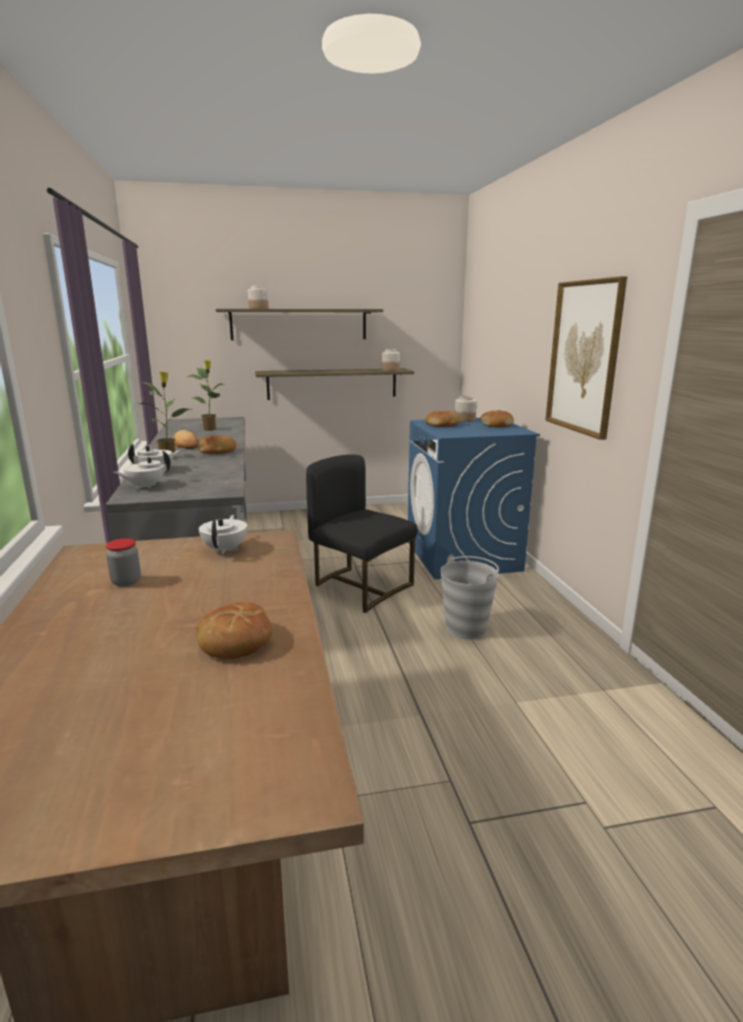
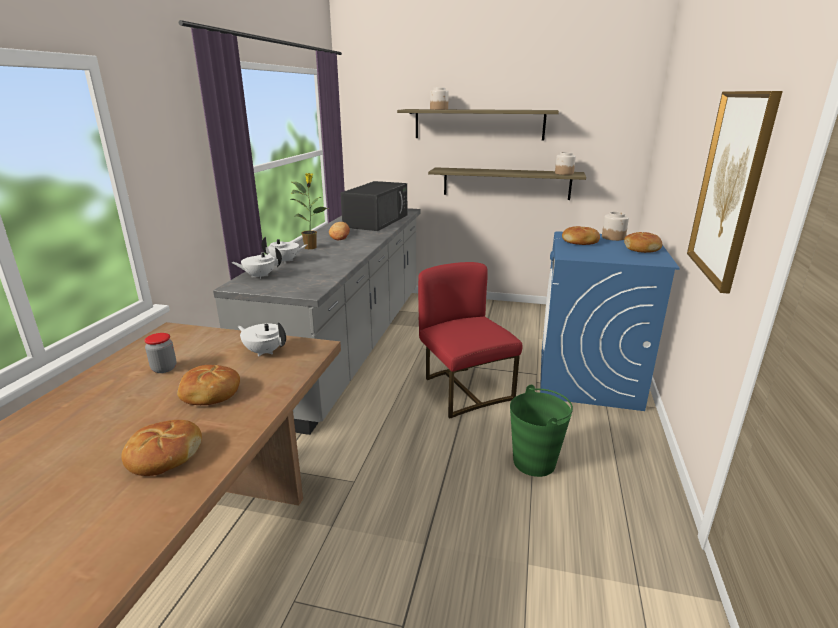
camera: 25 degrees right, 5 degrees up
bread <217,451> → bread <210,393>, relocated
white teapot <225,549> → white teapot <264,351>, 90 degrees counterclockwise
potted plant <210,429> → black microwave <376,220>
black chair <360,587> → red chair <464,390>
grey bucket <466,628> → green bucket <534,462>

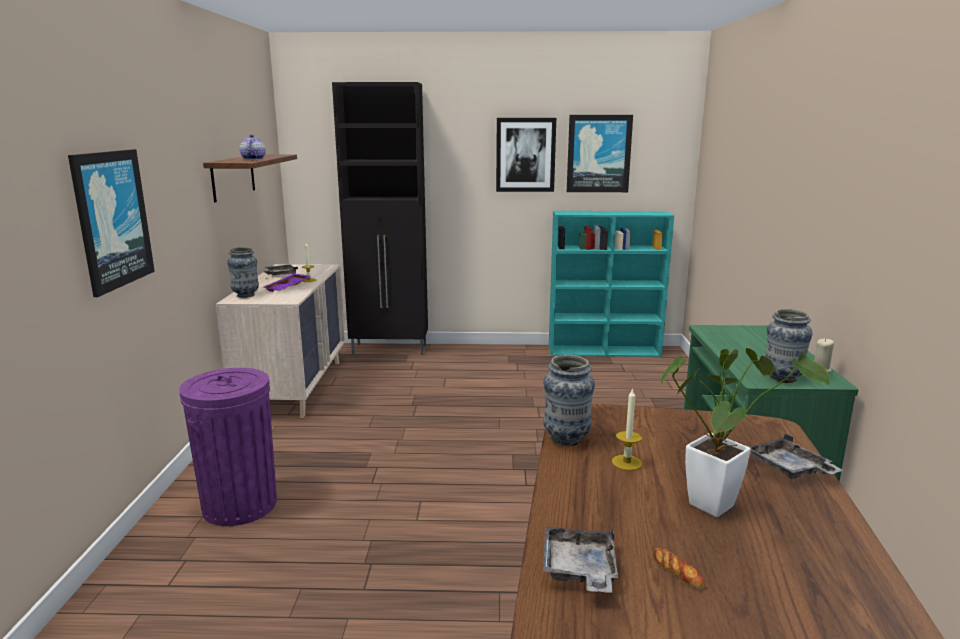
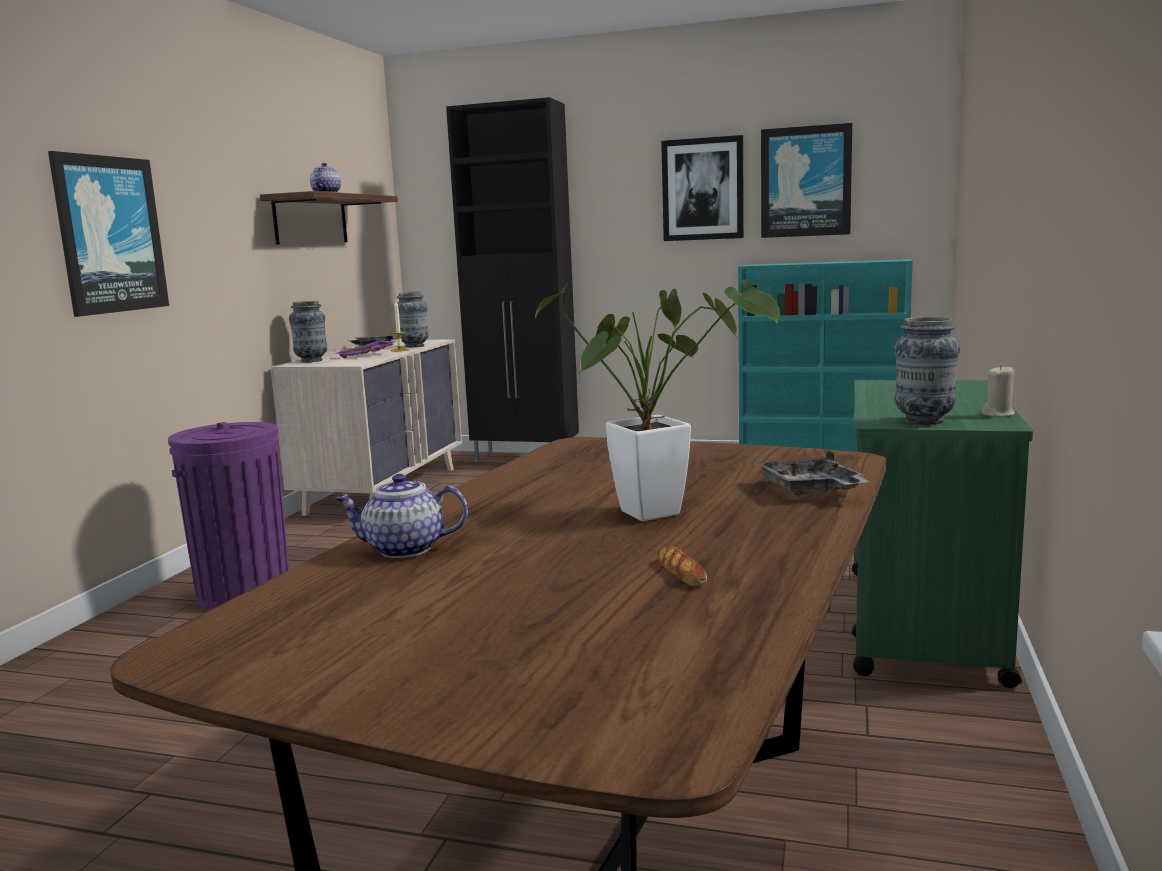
camera: 15 degrees right, 5 degrees down
grey tray <579,569> → teapot <403,549>
vase <566,439> → vase <414,346>, relocated
bread <677,572> → bread <681,573>, relocated
candle <627,462> → -

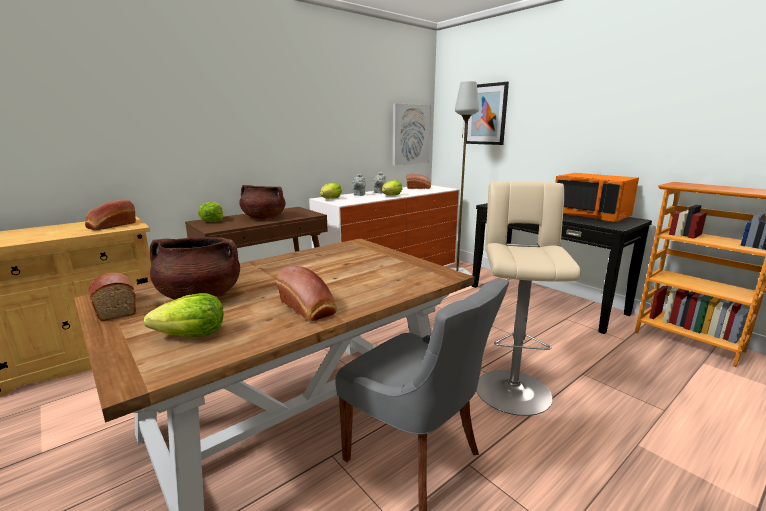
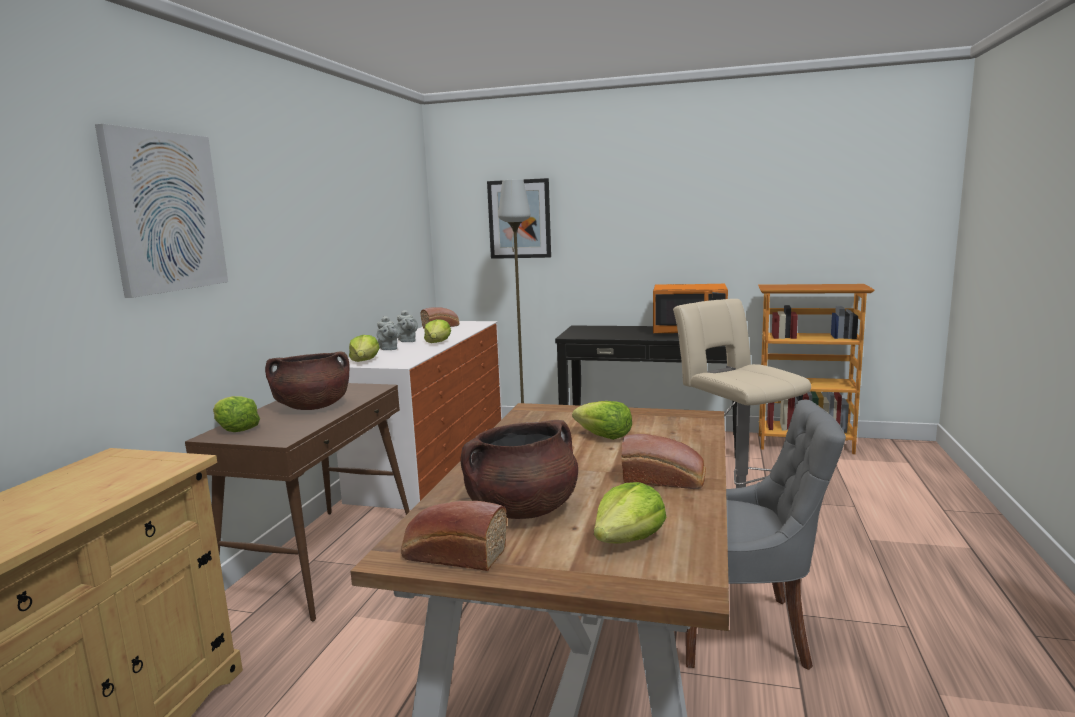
camera: 35 degrees left, 5 degrees down
picture <410,134> → picture <165,212>, relocated
- → lettuce <604,436>
bread <111,225> → -

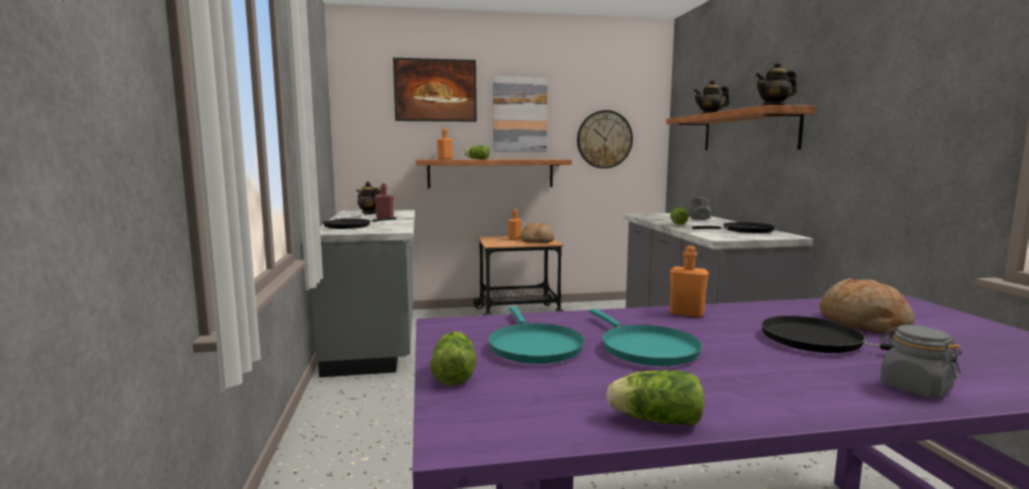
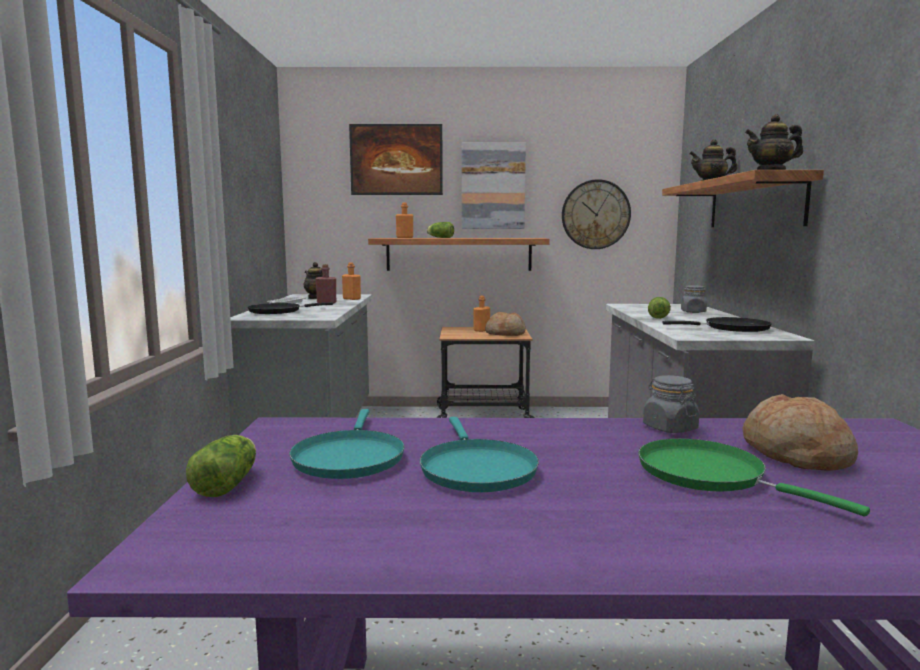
camera: 10 degrees right, 0 degrees up
orange bottle <686,313> → orange bottle <351,299>, relocated
black frying pan <819,342> → green frying pan <709,475>
grey jar <914,388> → grey jar <669,428>, relocated
lettuce <653,420> → -

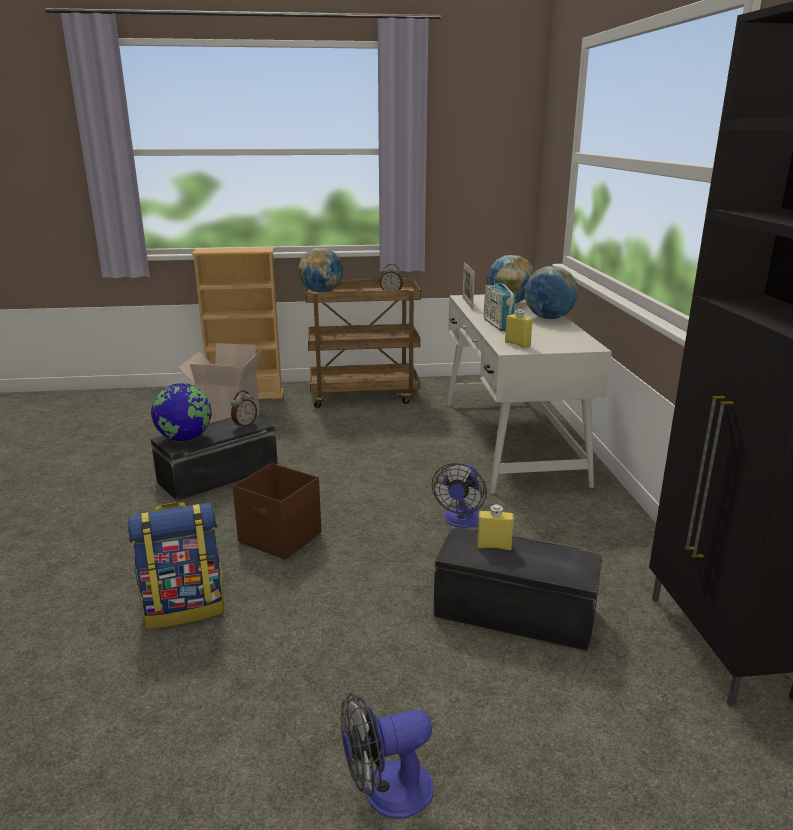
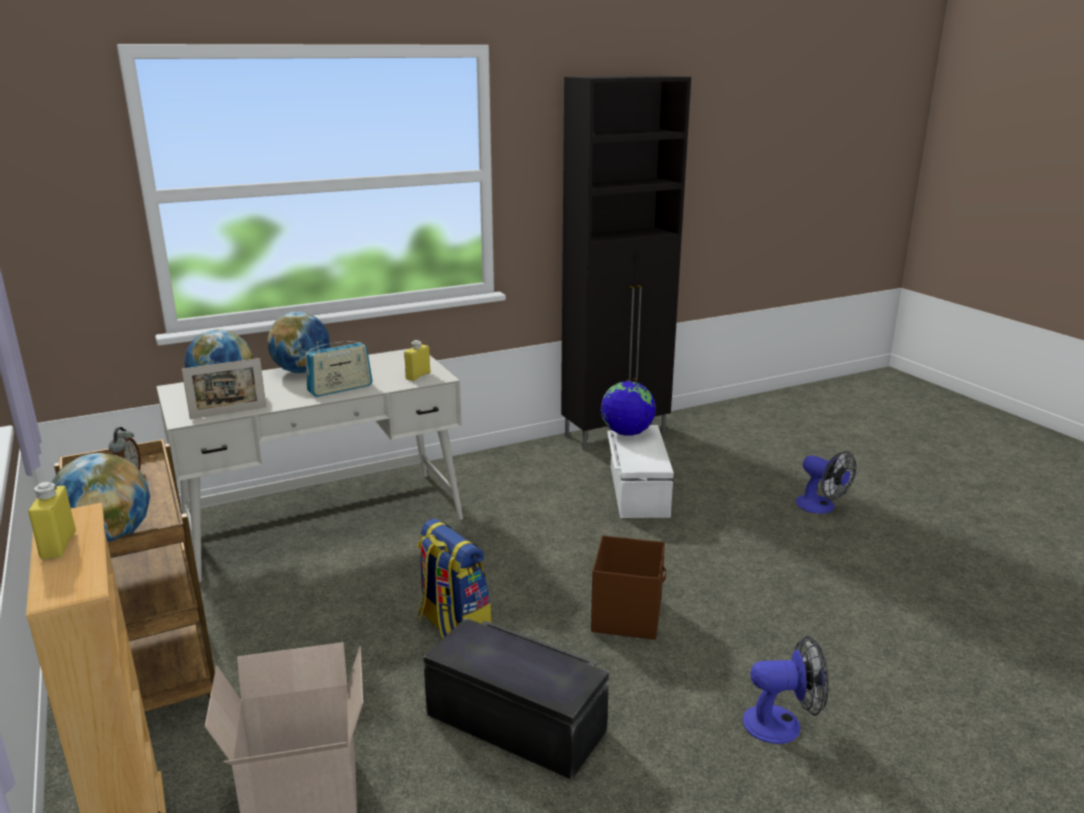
camera: 110 degrees left, 0 degrees up
yellow bottle <494,546> → yellow bottle <58,545>, relocated
backpack <185,607> → backpack <453,626>, relocated
globe <185,438> → globe <626,433>, relocated
black storage box <515,611> → white storage box <637,490>
fan <461,521> → fan <782,724>, relocated
alarm clock <244,425> → -

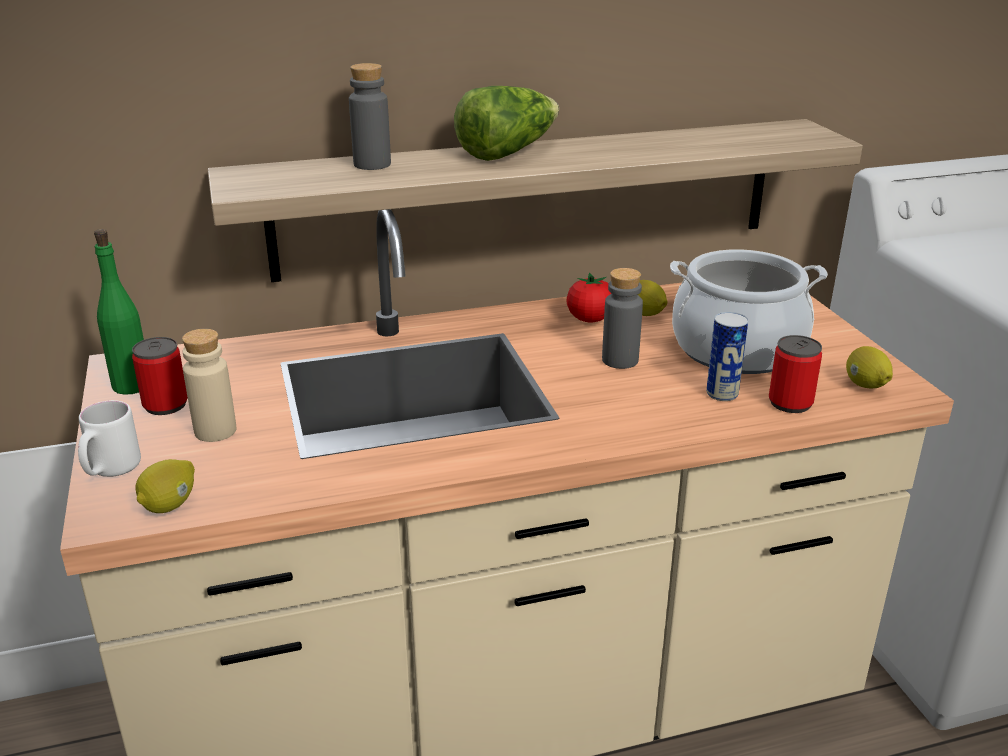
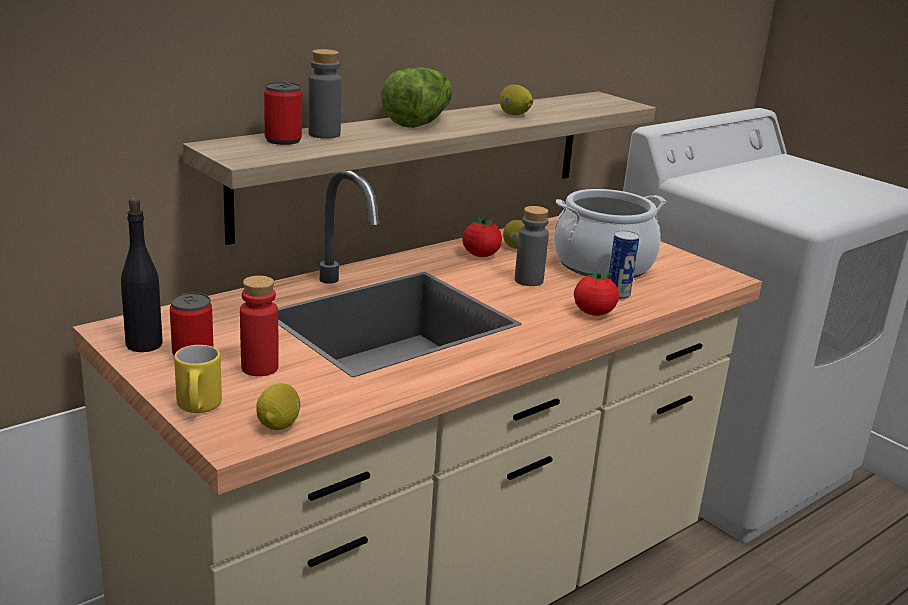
camera: 25 degrees left, 5 degrees down
green bottle <132,385> → black bottle <144,344>
white mug <110,471> → yellow mug <198,408>
beige bottle <215,431> → red bottle <259,368>
can <790,403> → can <283,140>, relocated
lemon <865,386> → lemon <514,115>, relocated
- → tomato <593,313>

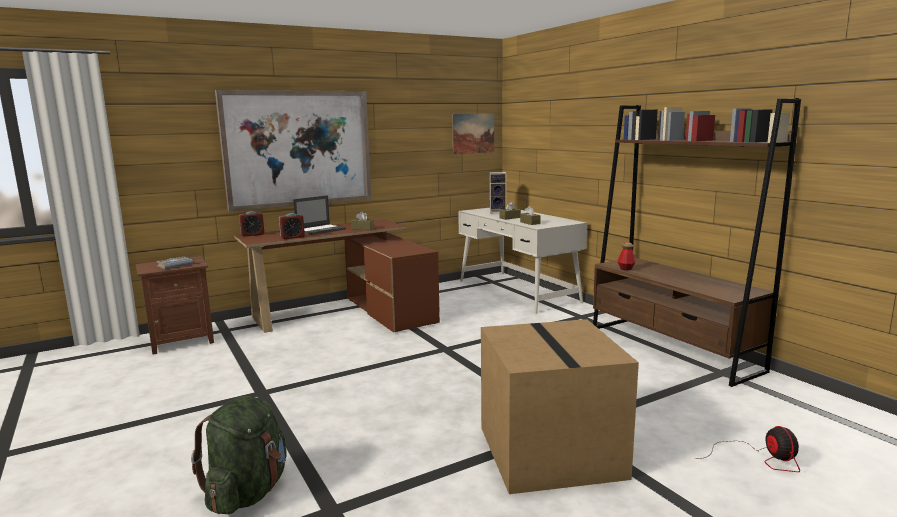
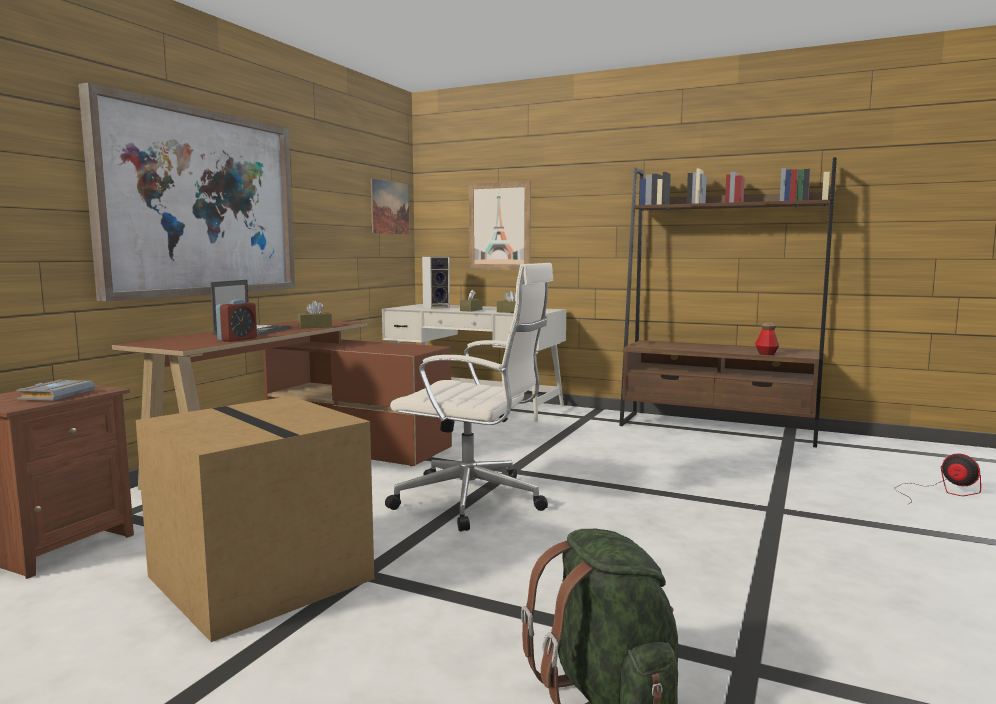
camera: 35 degrees left, 5 degrees down
cardboard box <552,452> → cardboard box <264,578>, relocated
- → white office chair <474,501>
- → picture <499,226>
bottle <626,268> → bottle <766,354>, relocated
alarm clock <252,235> → -

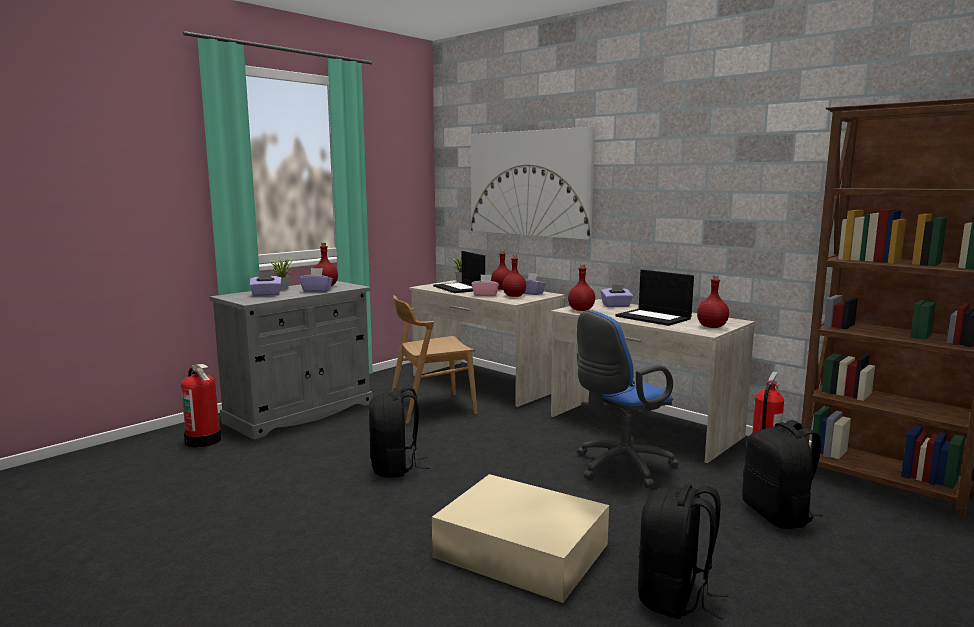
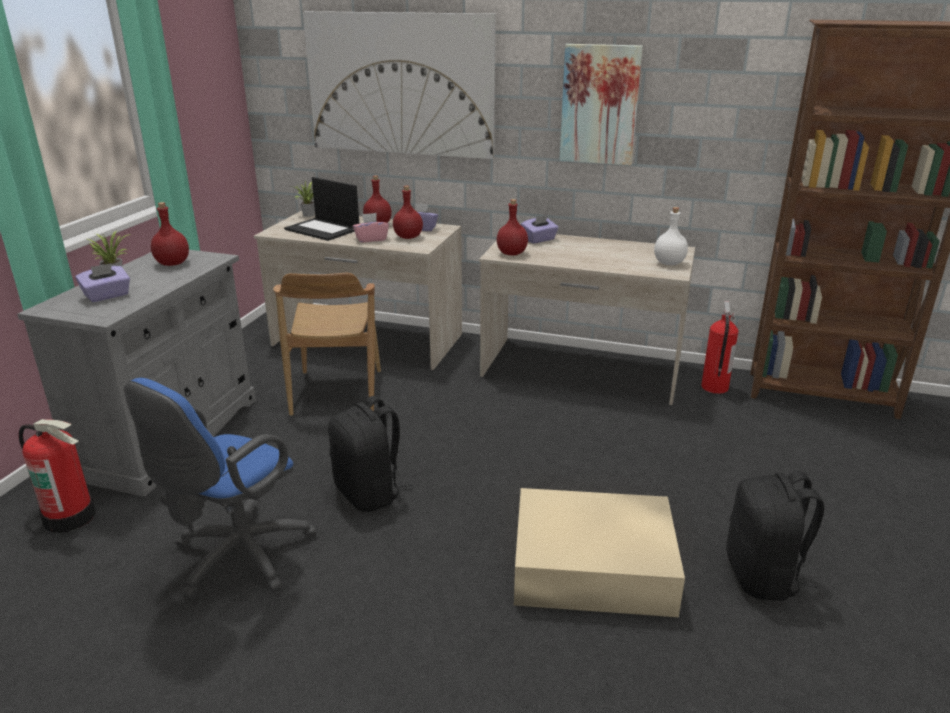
camera: 25 degrees left, 15 degrees up
blue office chair <619,468> → blue office chair <237,559>, relocated
brown chair <431,408> → brown chair <336,392>, 45 degrees counterclockwise
- → picture <599,105>
red bottle <712,327> → white bottle <669,263>
purple tissue box <317,291> → -
laptop <654,317> → -
black backpack <778,515> → -

